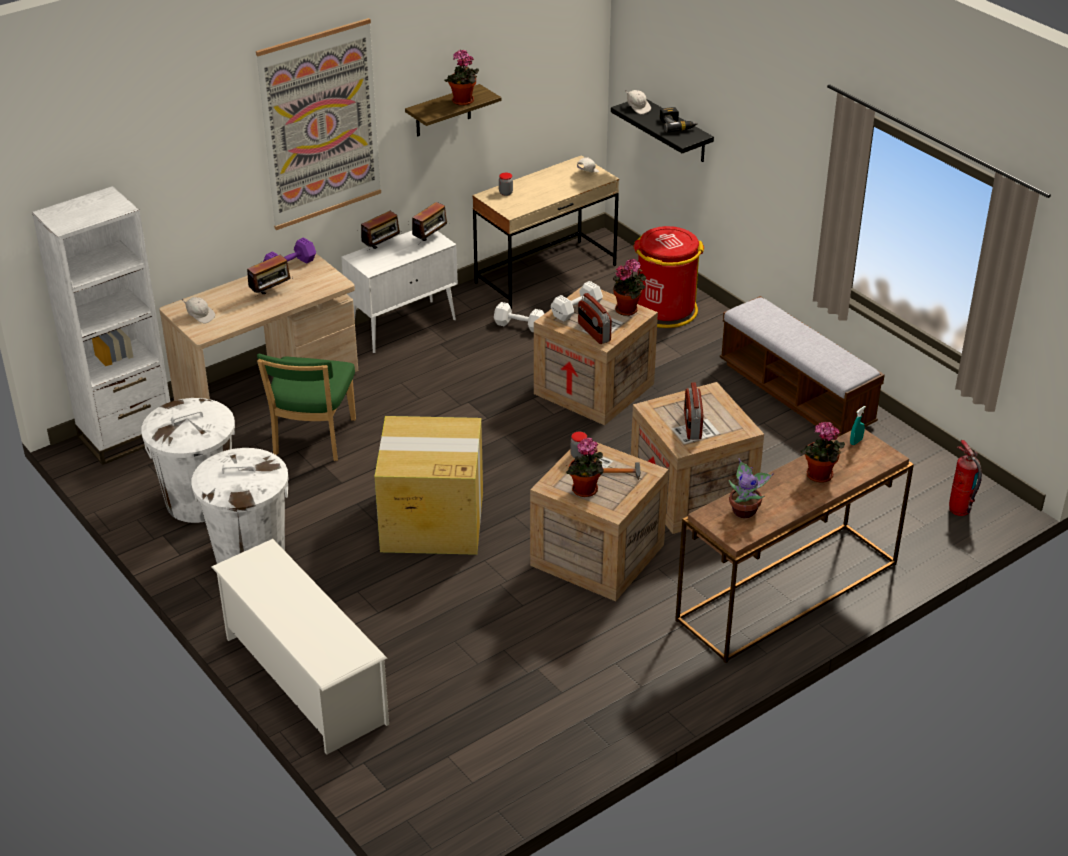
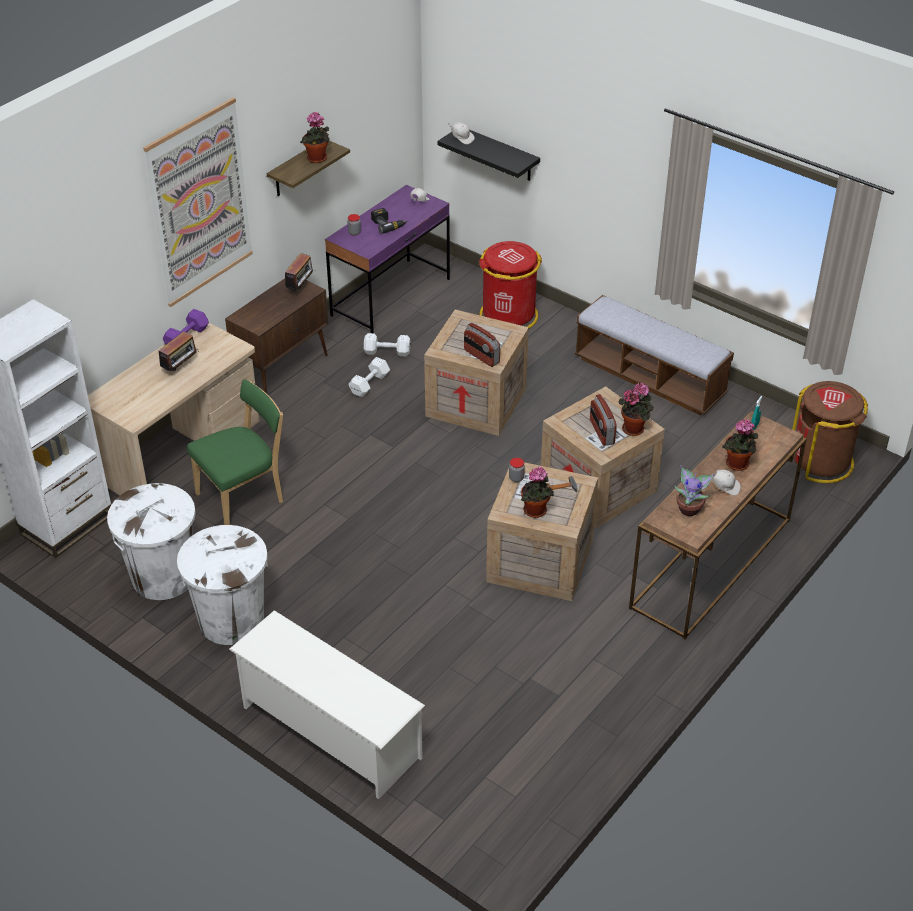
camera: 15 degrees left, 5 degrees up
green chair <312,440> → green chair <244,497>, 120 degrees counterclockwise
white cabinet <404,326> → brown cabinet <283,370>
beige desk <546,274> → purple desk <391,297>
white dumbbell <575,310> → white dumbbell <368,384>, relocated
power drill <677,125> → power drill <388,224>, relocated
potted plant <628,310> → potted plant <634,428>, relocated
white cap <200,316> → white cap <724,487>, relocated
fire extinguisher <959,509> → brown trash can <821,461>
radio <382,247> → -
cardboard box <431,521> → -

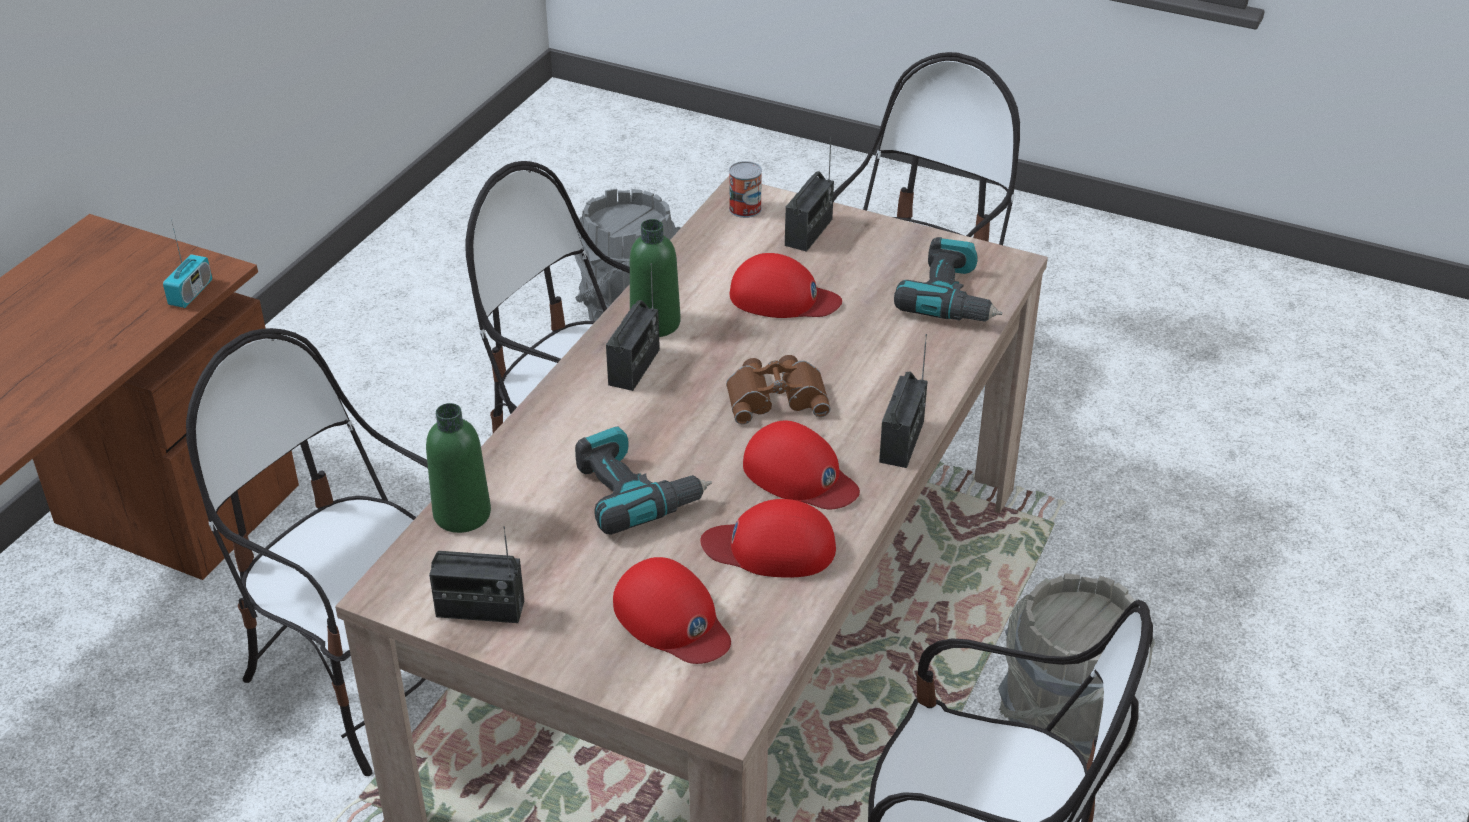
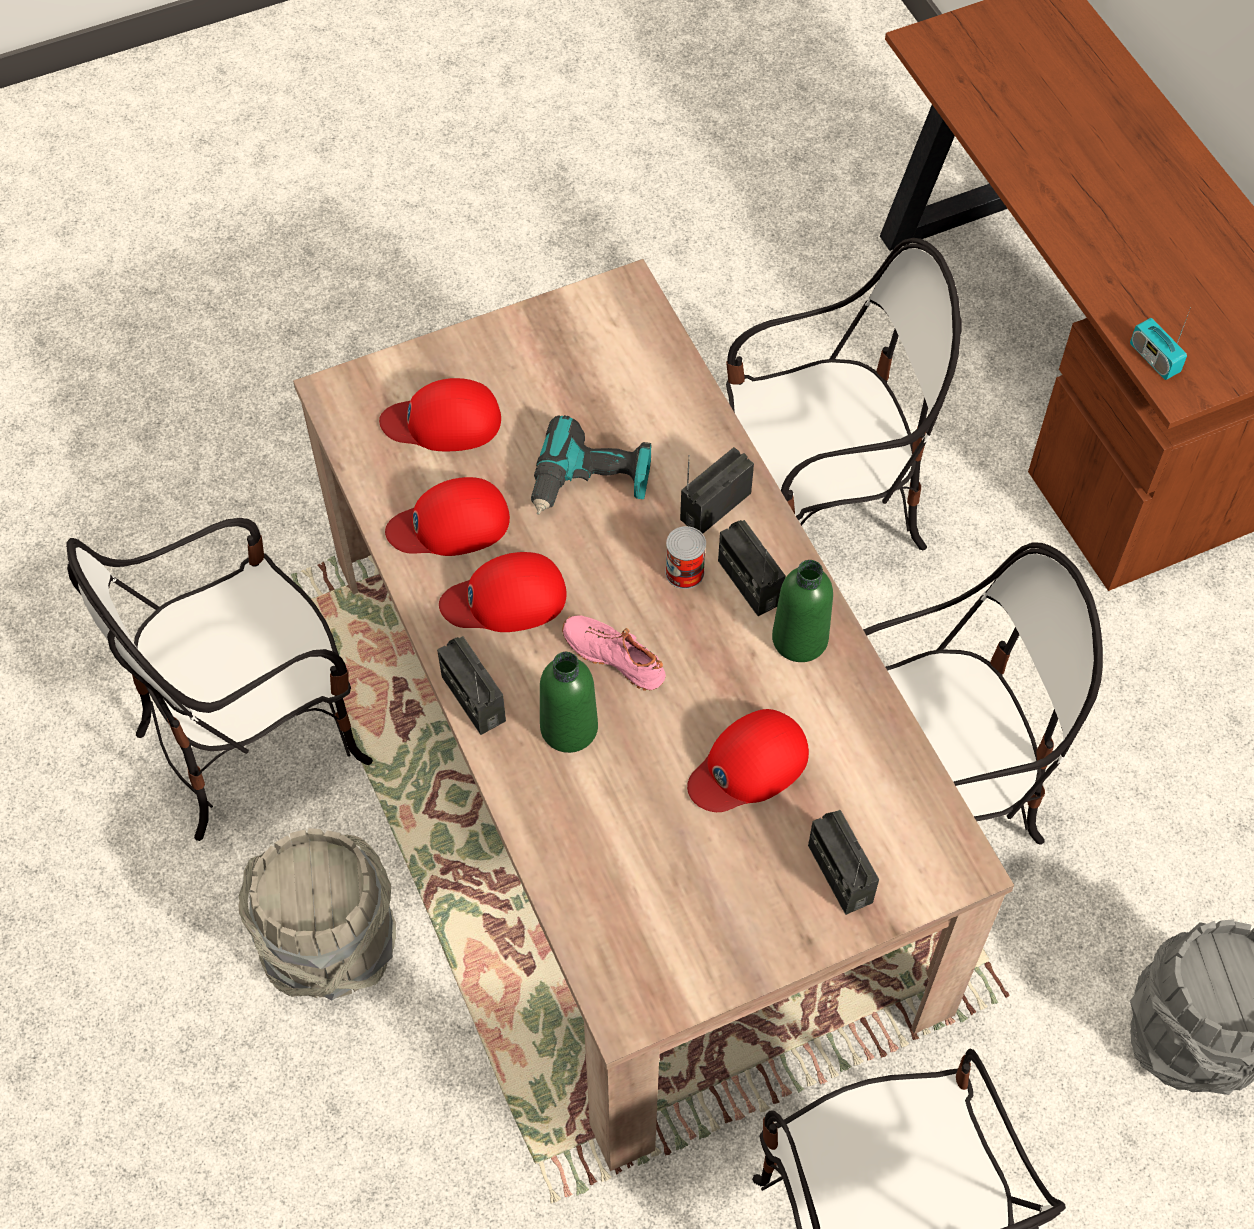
camera: 130 degrees right, 20 degrees up
red cap <771,547> → red cap <450,524>, 150 degrees counterclockwise
green bottle <462,514> → green bottle <569,728>, relocated
brown binoculars <776,396> → pink shoe <615,655>
can <745,208> → can <684,572>, relocated
radio <480,609> → radio <715,506>, relocated
power drill <952,298> → -

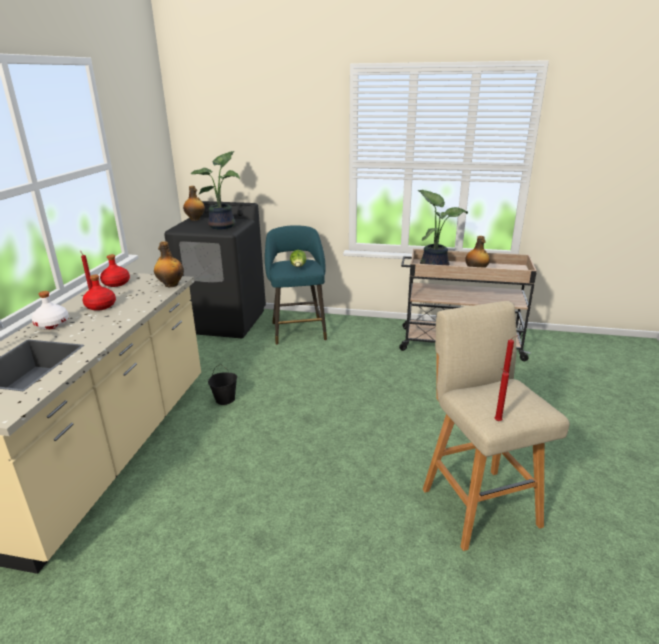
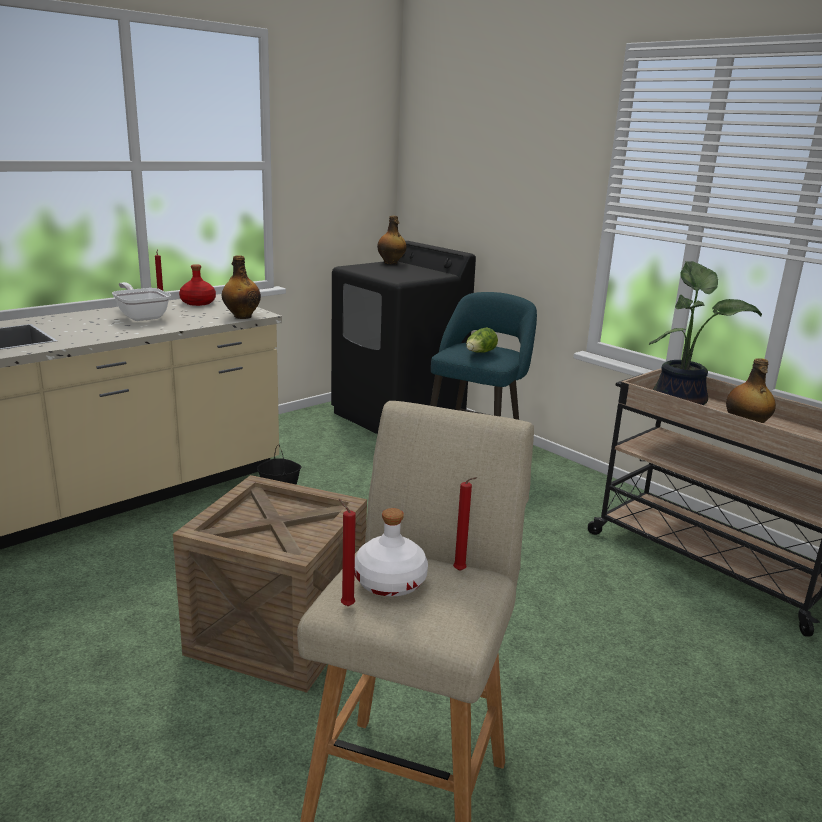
camera: 35 degrees right, 5 degrees down
red bottle <100,306> → frying pan <141,316>
- → crate <278,631>
white bottle <53,324> → white bottle <391,582>, relocated
potted plant <224,226> → -

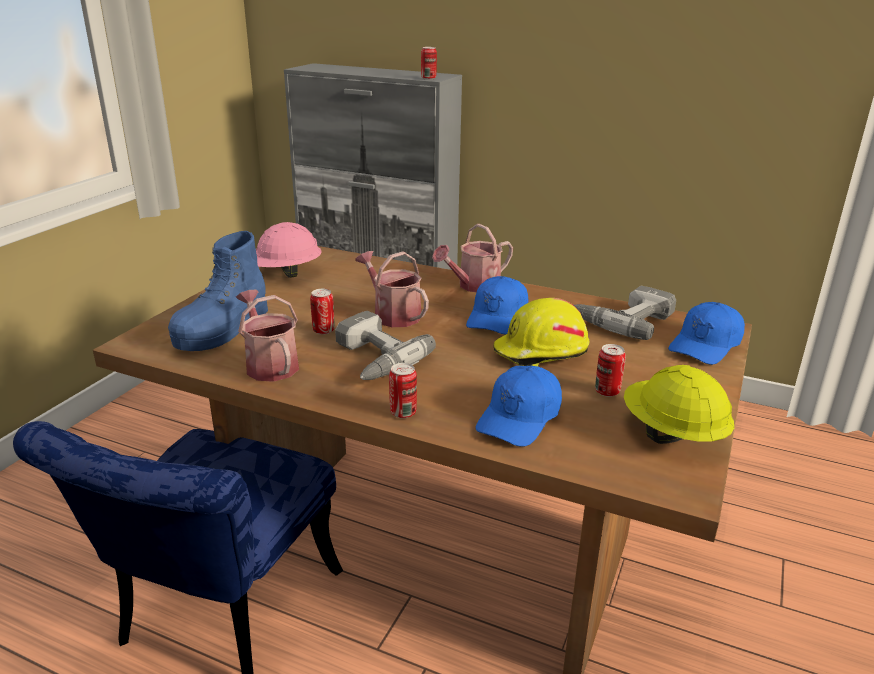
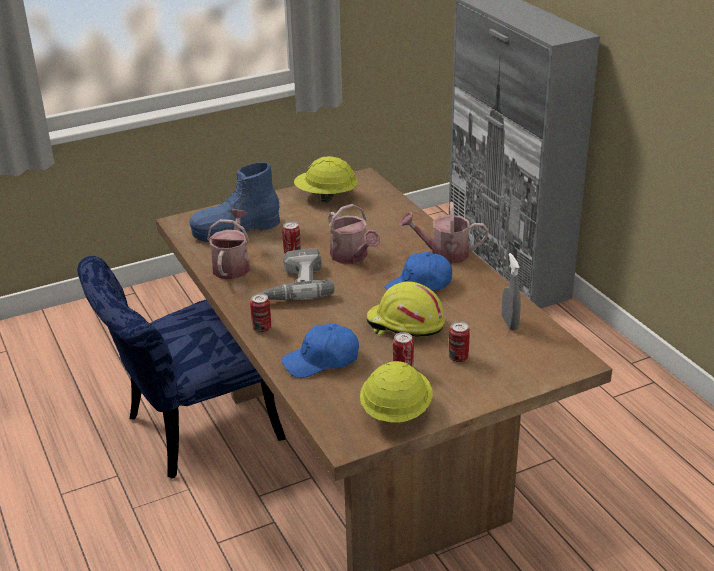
camera: 40 degrees right, 5 degrees up
pink hard hat <284,274> → yellow hard hat <326,197>
watering can <393,314> → watering can <352,257>, 150 degrees clockwise
can <428,78> → can <458,357>, relocated
power drill <622,319> → grey spray bottle <509,323>
blue cap <706,345> → -

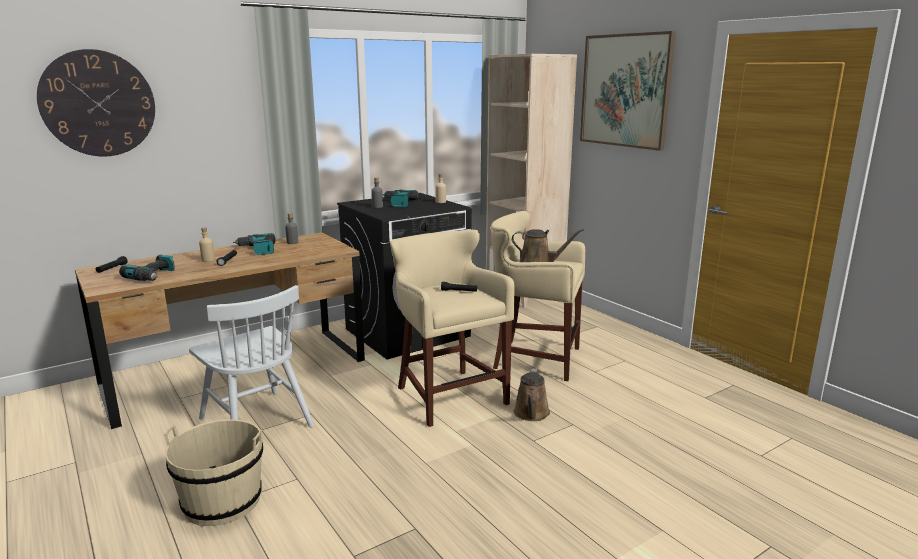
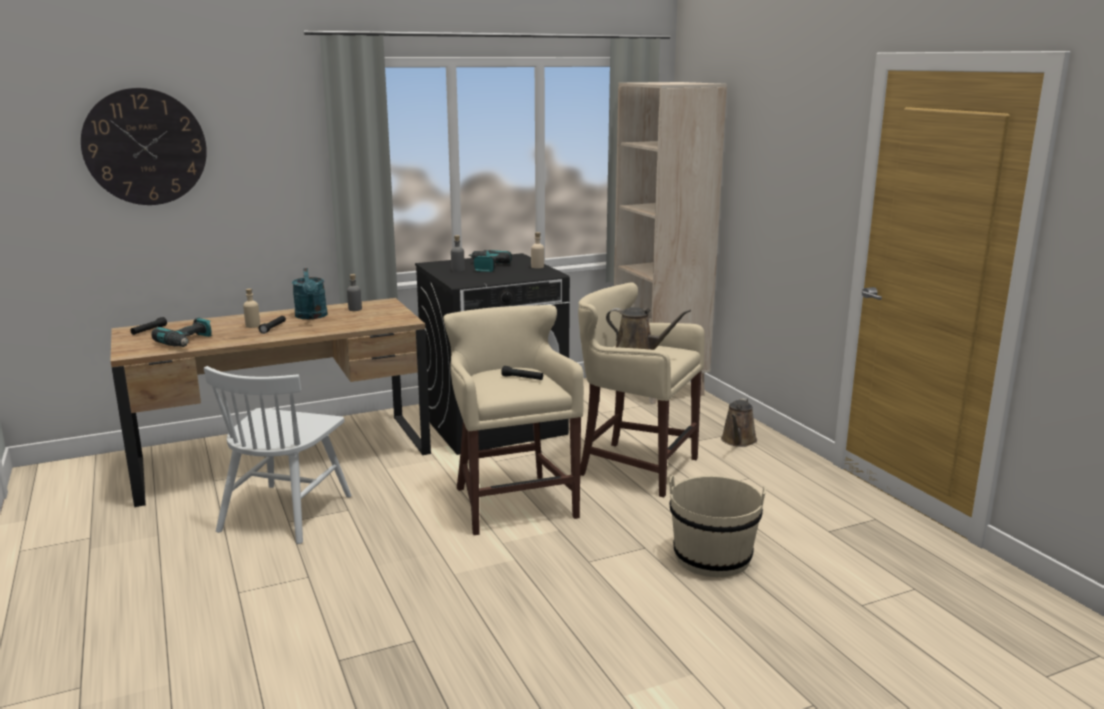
camera: 10 degrees right, 0 degrees up
white chair <256,422> → white chair <285,513>, 45 degrees clockwise
power drill <257,250> → turquoise watering can <312,316>
beige bucket <222,501> → beige bucket <712,557>, relocated
brown watering can <531,414> → brown watering can <738,441>, relocated
picture <625,90> → -

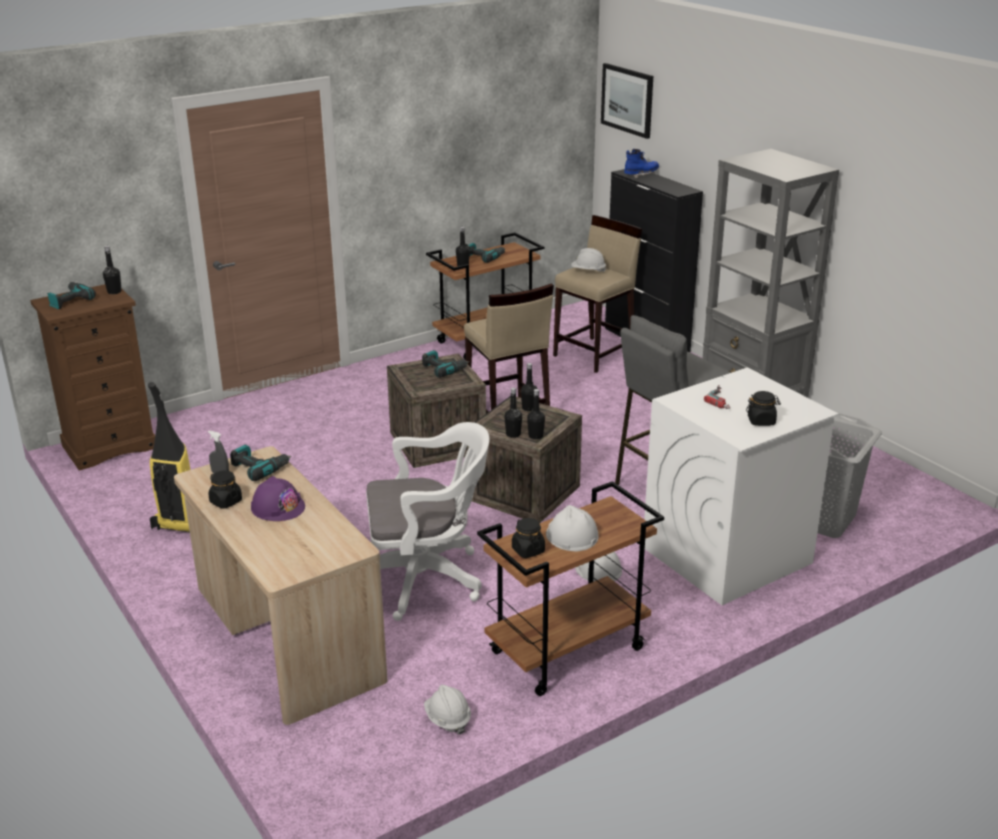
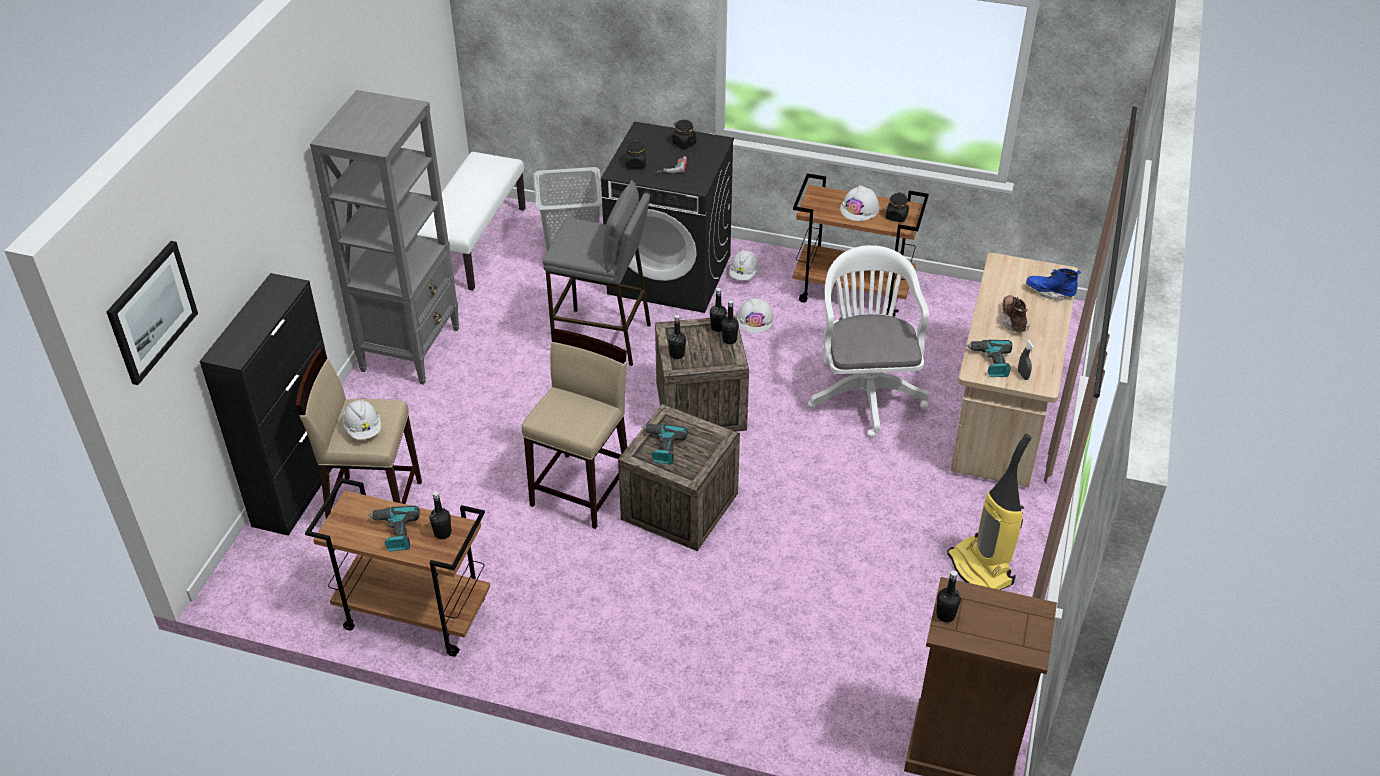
camera: 130 degrees left, 15 degrees up
- → white bench <474,243>
white washing machine <726,556> → black washing machine <670,274>
black jar <225,501> → black jar <636,164>, relocated
white hard hat <447,719> → white hard hat <744,274>, relocated
white office chair <426,578> → white office chair <865,390>, 45 degrees clockwise
purple hard hat <278,507> → brown boot <1013,321>
blue boot <641,175> → blue boot <1050,293>, relocated
power drill <69,300> → -

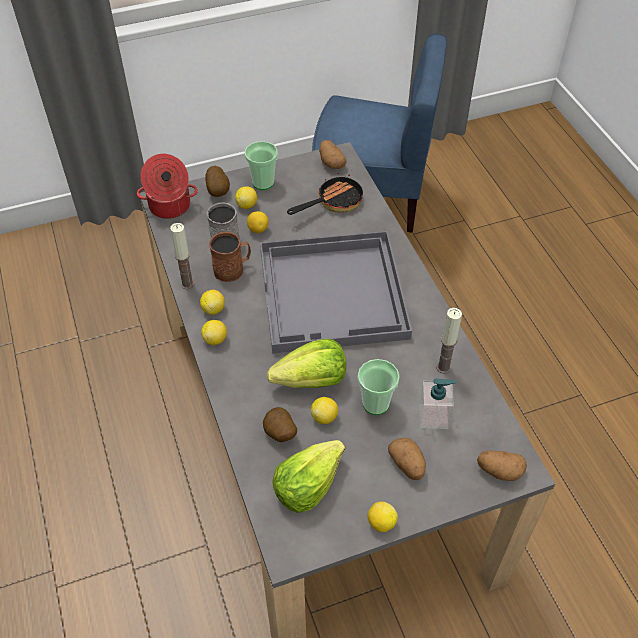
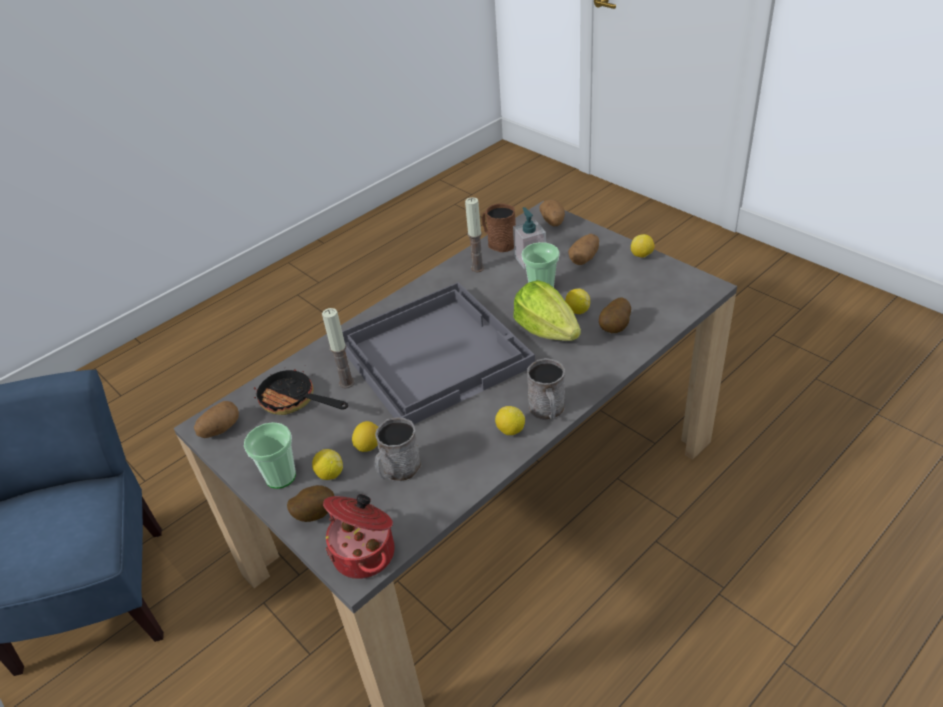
camera: 110 degrees left, 10 degrees down
candle <187,284> → candle <346,383>, relocated
brown mug <232,269> → brown mug <498,242>, relocated
lemon <215,339> → grey mug <548,411>
lettuce <307,484> → -

